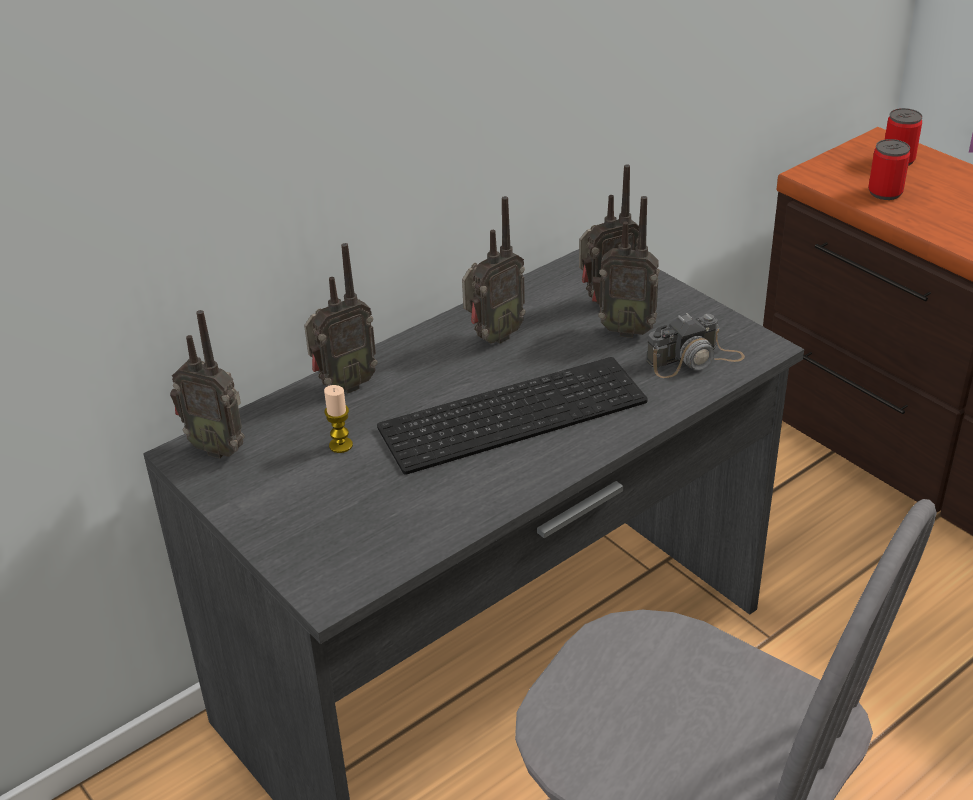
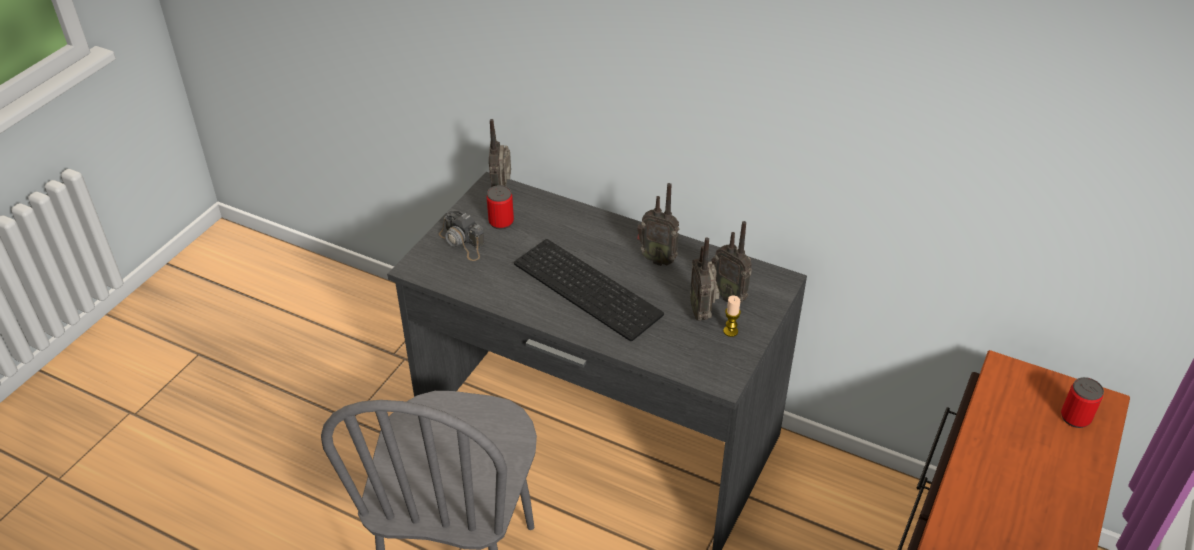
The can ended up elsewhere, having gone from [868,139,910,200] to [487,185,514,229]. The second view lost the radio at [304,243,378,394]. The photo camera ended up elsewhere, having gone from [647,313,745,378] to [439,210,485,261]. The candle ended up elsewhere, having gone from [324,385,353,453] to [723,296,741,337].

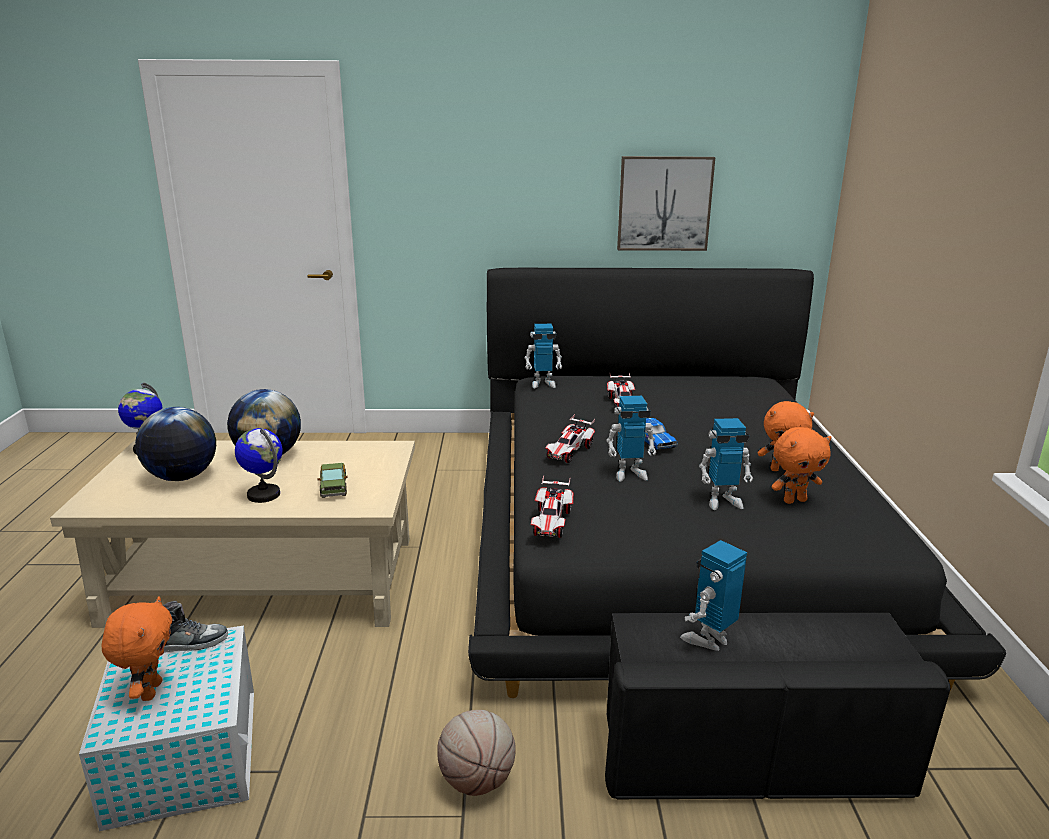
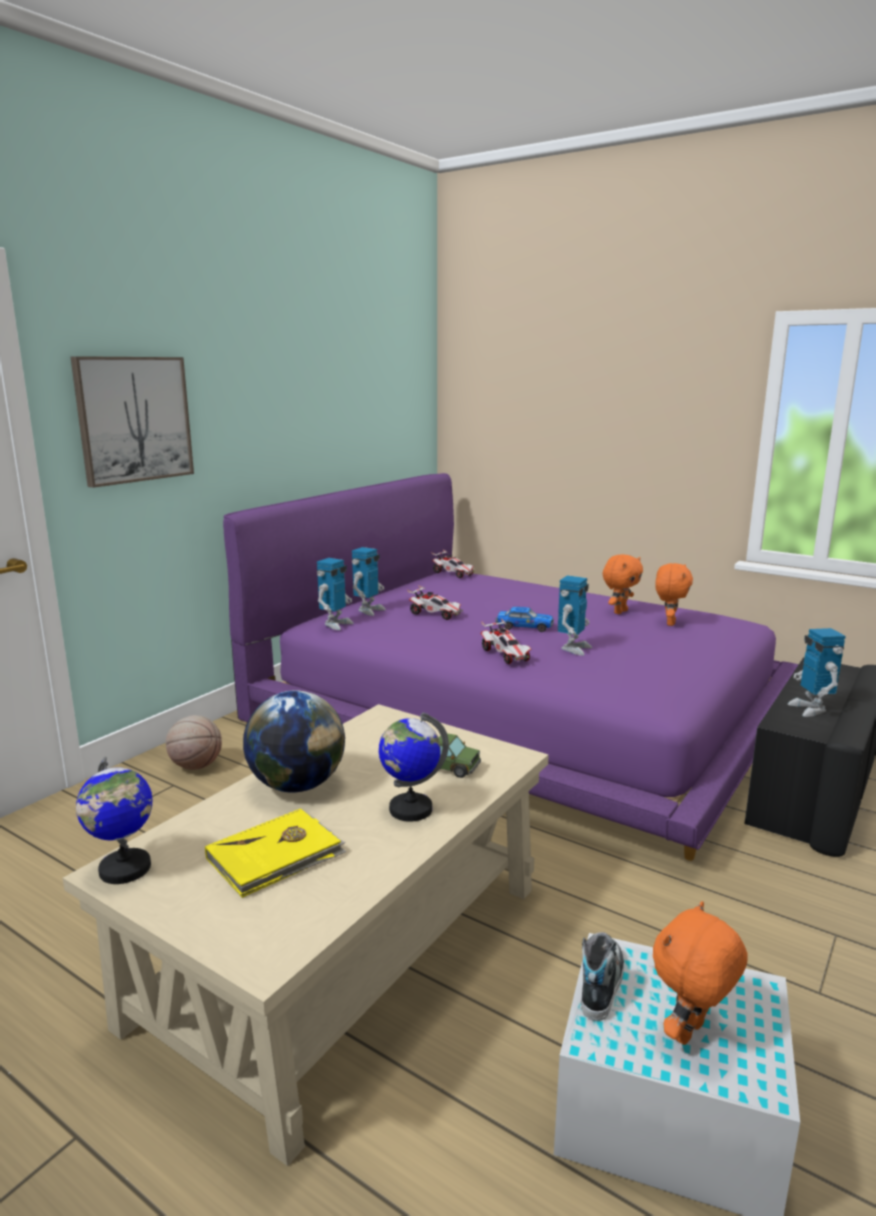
The picture ended up elsewhere, having gone from [617,156,715,251] to [70,356,194,488]. What was the bed/black at [468,268,1006,698] turned into the bed/purple at [223,473,799,861]. Where the globe stood at [135,407,216,481], the book/yellow came to stand at [205,809,346,898]. The toy robot ended up elsewhere, having gone from [699,418,753,510] to [352,547,386,616]. The toy car ended up elsewhere, having gone from [531,475,573,538] to [431,549,474,578]. The plush toy/orange at [102,596,172,701] ended up facing another way, 75 degrees counterclockwise from before. The basketball ended up elsewhere, having gone from [437,710,516,796] to [166,715,222,770].

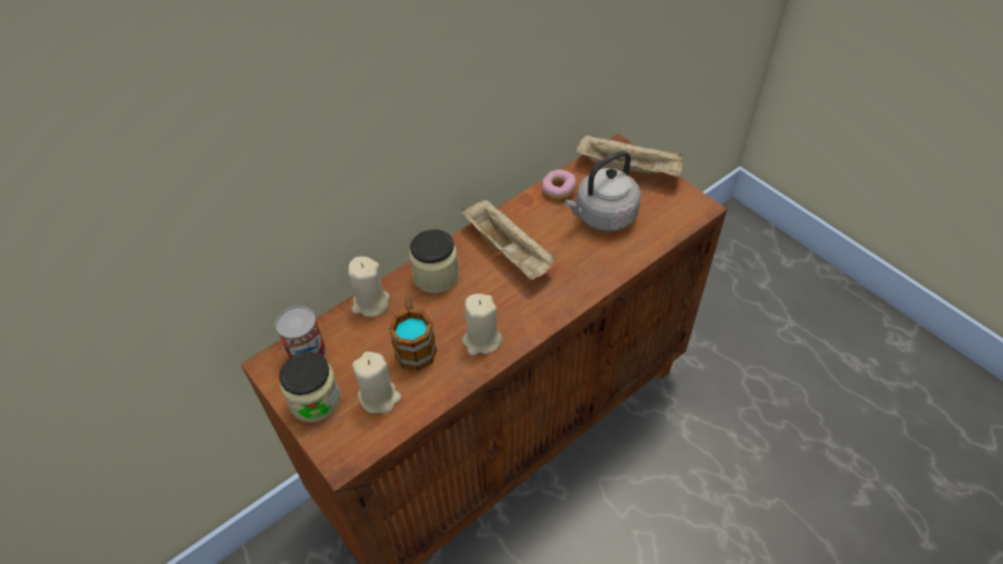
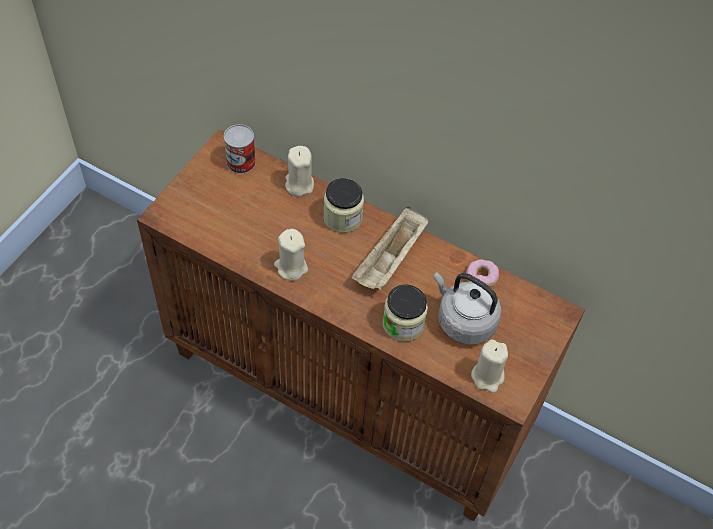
The second view lost the tray/beige at [575,134,682,177]. The second view lost the mug at [389,298,437,371]. The candle/beige ended up elsewhere, having gone from [352,351,402,413] to [471,339,508,393]. The jar ended up elsewhere, having gone from [279,352,341,423] to [383,285,428,342].

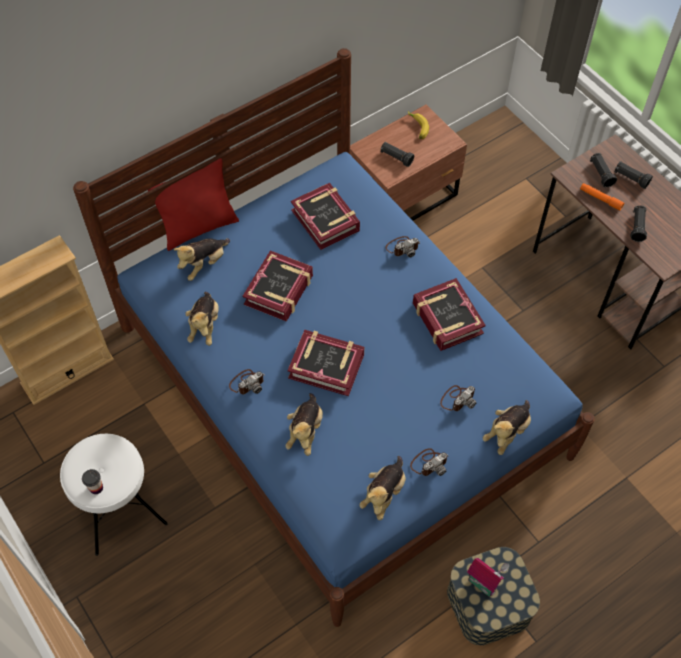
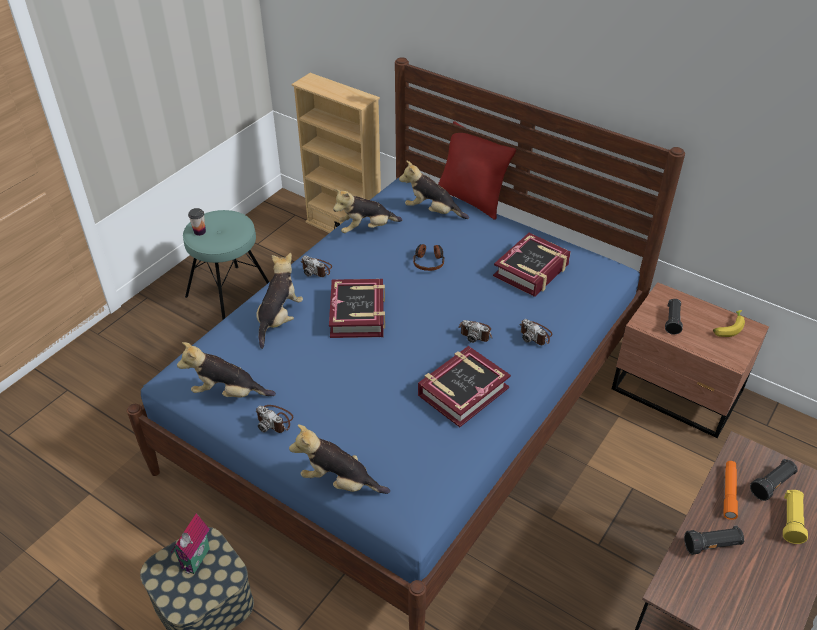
What was the flashlight/black at [615,161,653,189] turned into the flashlight/yellow at [783,490,808,544]. Where the book stood at [243,251,313,322], the headphones came to stand at [413,244,444,271]. The photo camera ended up elsewhere, having gone from [440,385,477,411] to [458,320,492,343]. The plush toy at [285,393,323,456] ended up facing another way, 120 degrees clockwise from before. What was the stool/white at [60,434,168,556] turned into the stool/turquoise at [183,210,269,320].

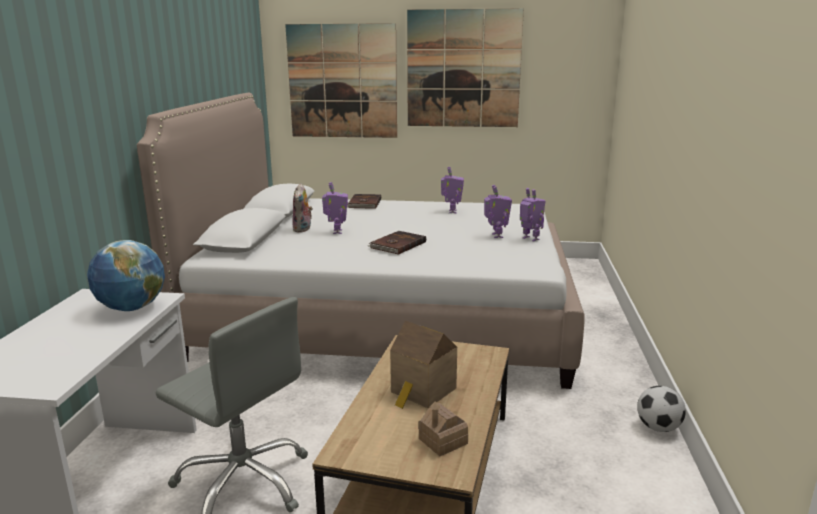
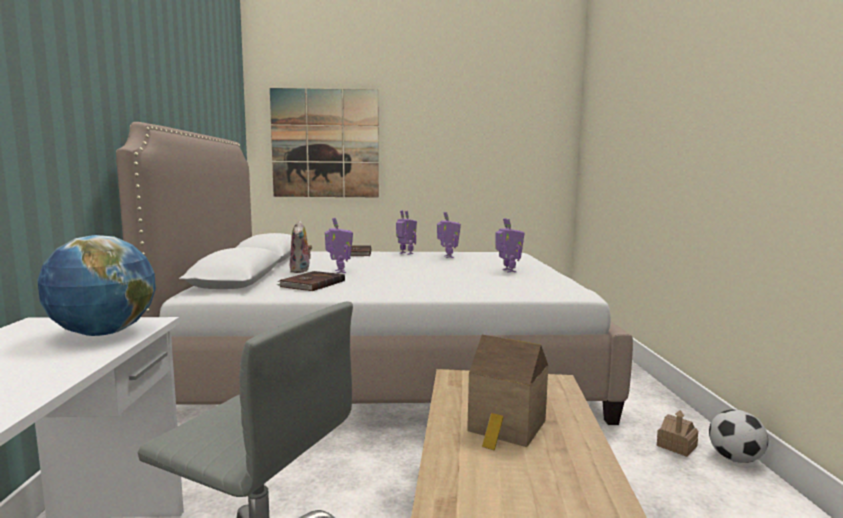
The second view lost the picture at [407,8,524,127]. The toy robot ended up elsewhere, having gone from [520,188,546,241] to [396,210,417,255]. The book/brown ended up elsewhere, having gone from [368,231,426,255] to [276,271,345,291]. The toy house ended up elsewhere, having gone from [418,401,468,456] to [657,410,698,457].

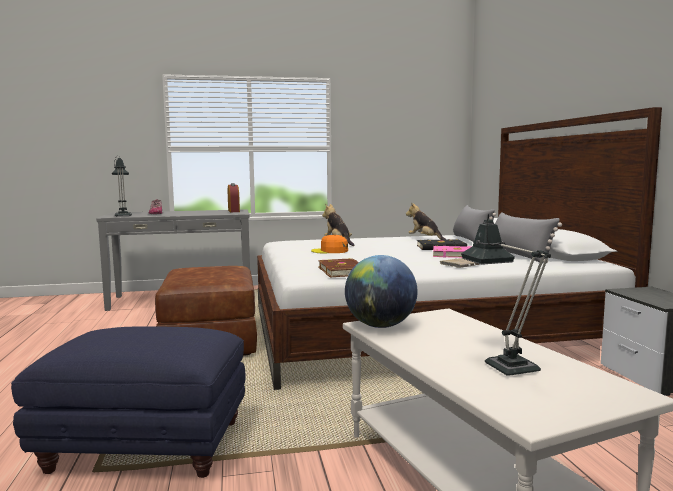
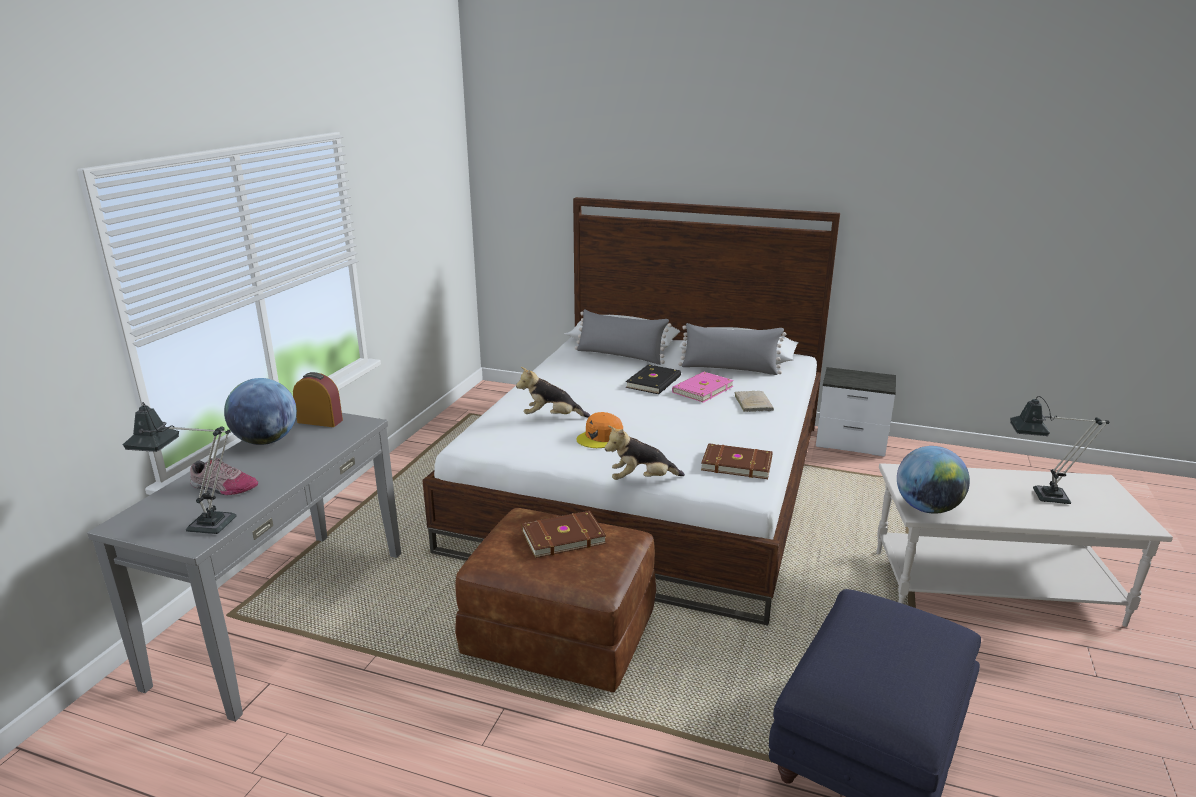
The plush toy ended up elsewhere, having gone from [406,203,446,240] to [605,425,685,480]. The second view gained the globe at [224,378,297,445]. The second view gained the book/brown at [521,511,606,558].

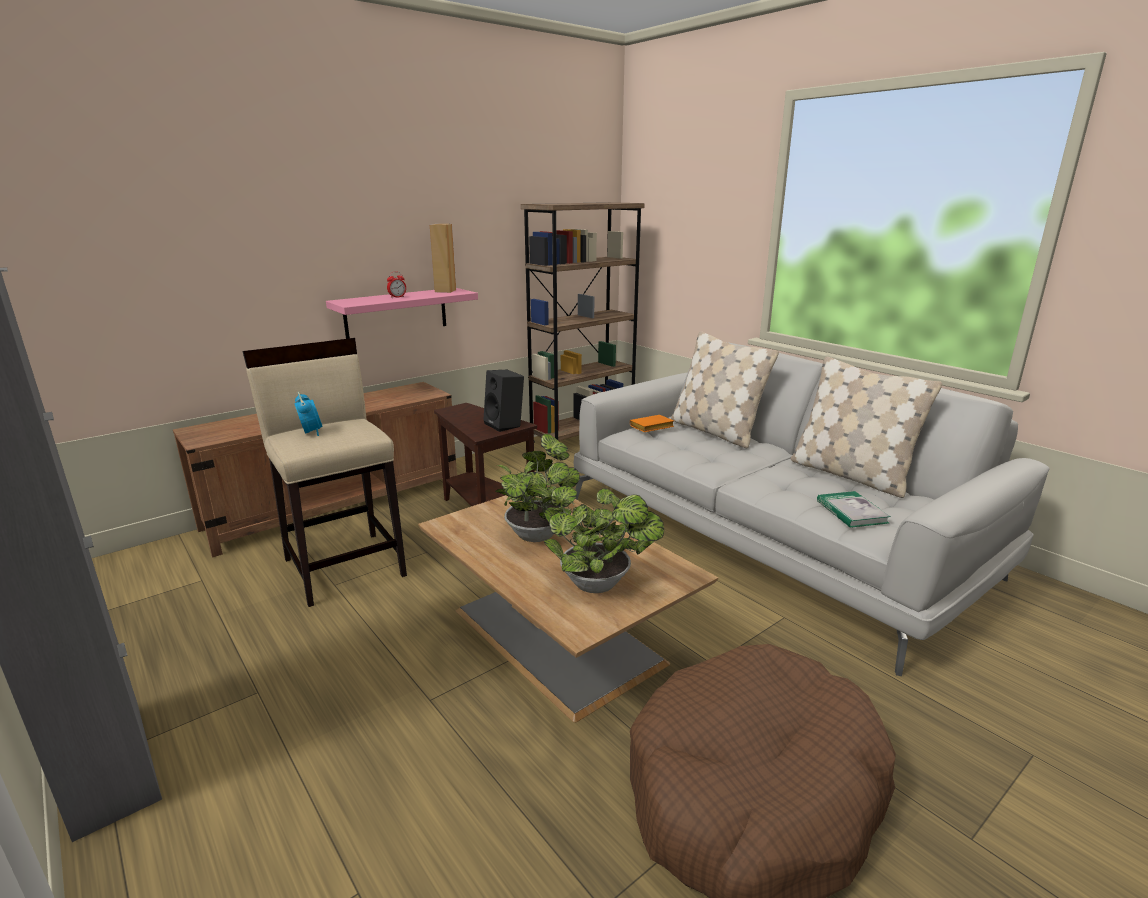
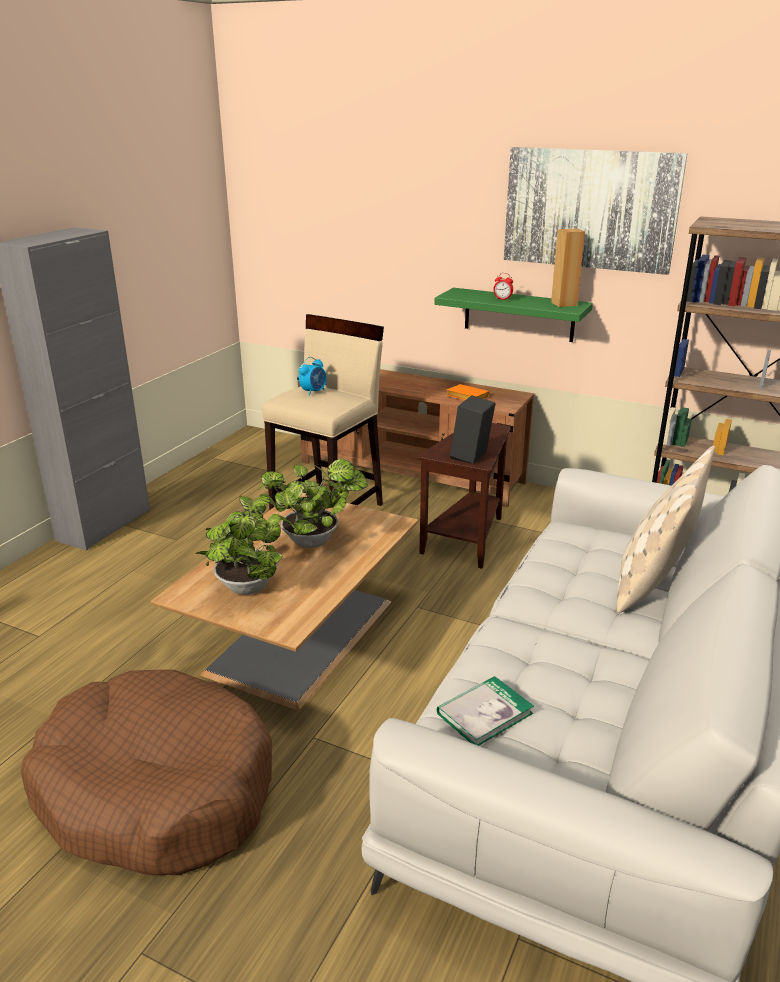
What was the shelf/pink at [326,288,478,339] turned into the shelf/green at [434,288,593,342]. The second view lost the pillow/beige at [791,357,942,498]. The book/orange ended up elsewhere, having gone from [629,415,674,432] to [447,384,489,400]. The second view gained the picture at [504,147,688,275].

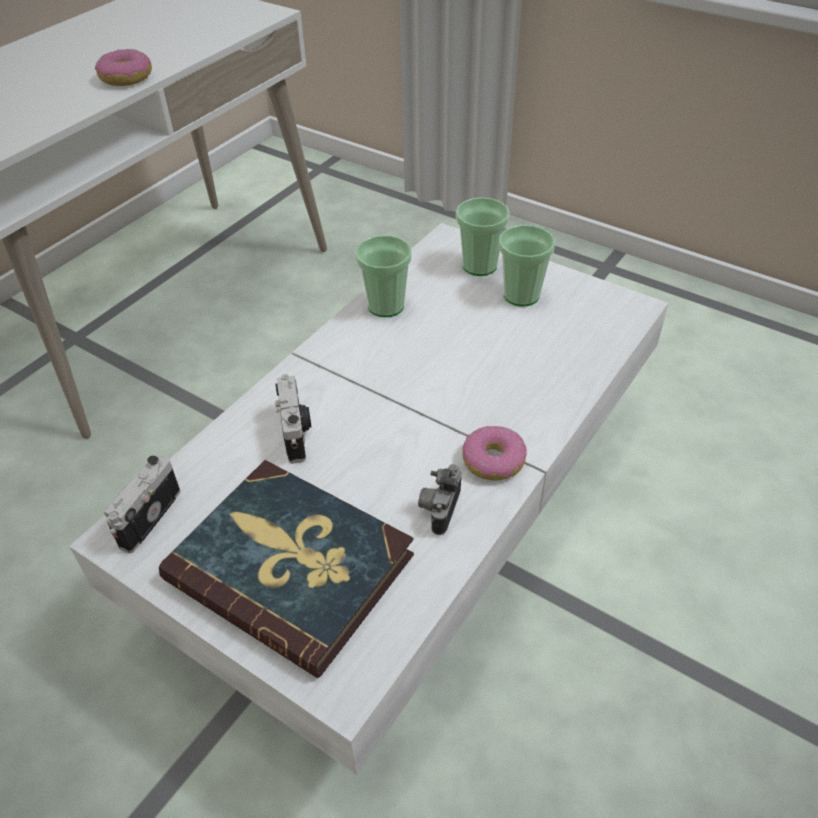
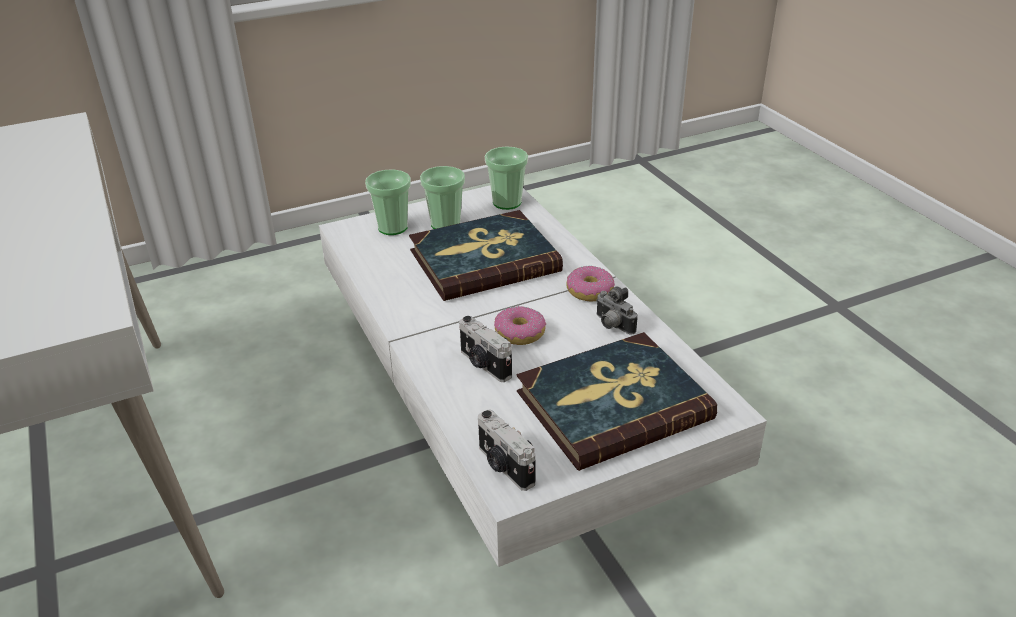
The donut ended up elsewhere, having gone from [95,49,152,86] to [494,306,546,345]. The cup ended up elsewhere, having gone from [355,235,412,317] to [485,147,528,210]. The photo camera at [275,374,312,464] ended up facing another way, 150 degrees counterclockwise from before. The second view gained the book at [409,210,563,301].

